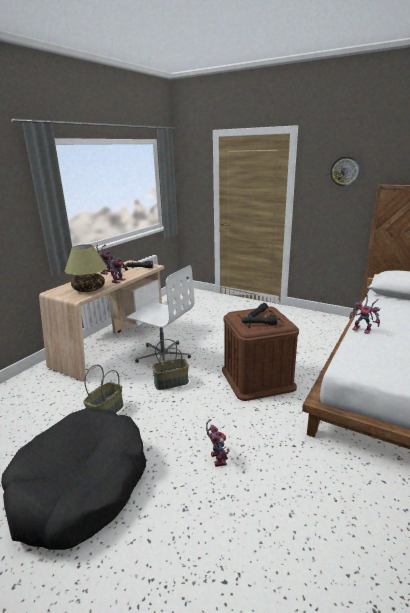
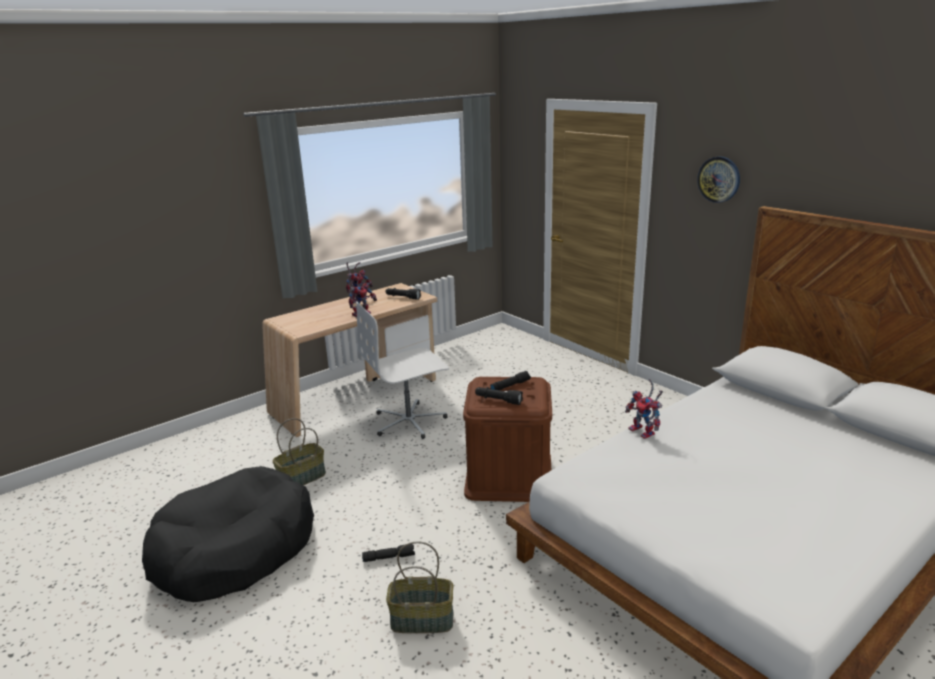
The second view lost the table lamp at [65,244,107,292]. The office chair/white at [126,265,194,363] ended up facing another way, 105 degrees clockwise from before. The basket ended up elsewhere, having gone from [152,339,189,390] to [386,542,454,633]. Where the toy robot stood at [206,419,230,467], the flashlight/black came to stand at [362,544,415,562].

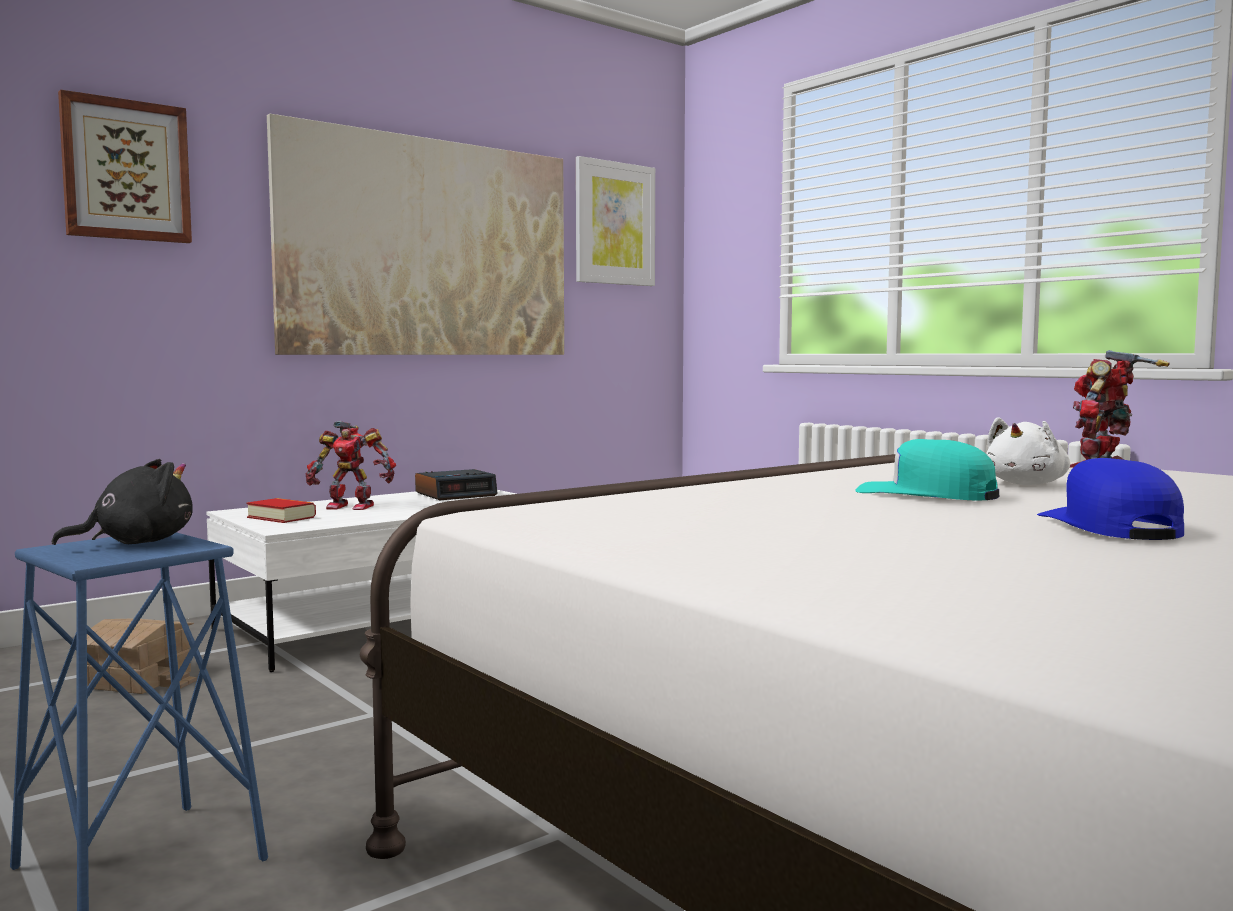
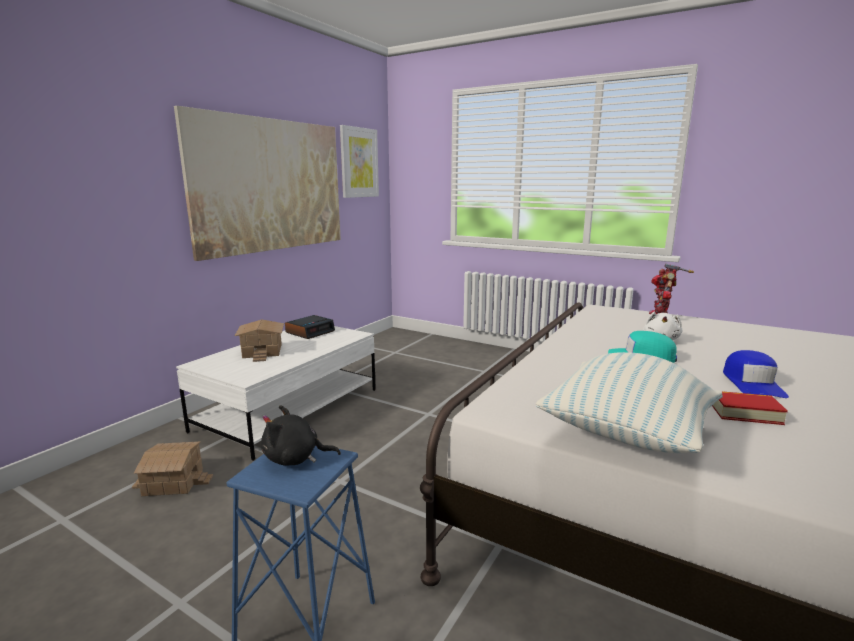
The second view lost the picture at [58,89,192,243]. Where the toy robot stood at [306,421,396,510], the toy house came to stand at [235,320,284,362]. The cap/blue at [1037,458,1184,540] ended up facing another way, 150 degrees counterclockwise from before. The plush toy/black at [52,459,193,545] ended up facing another way, 120 degrees counterclockwise from before. The book ended up elsewhere, having gone from [247,498,316,523] to [712,391,788,425]. The second view gained the pillow at [536,352,723,453].

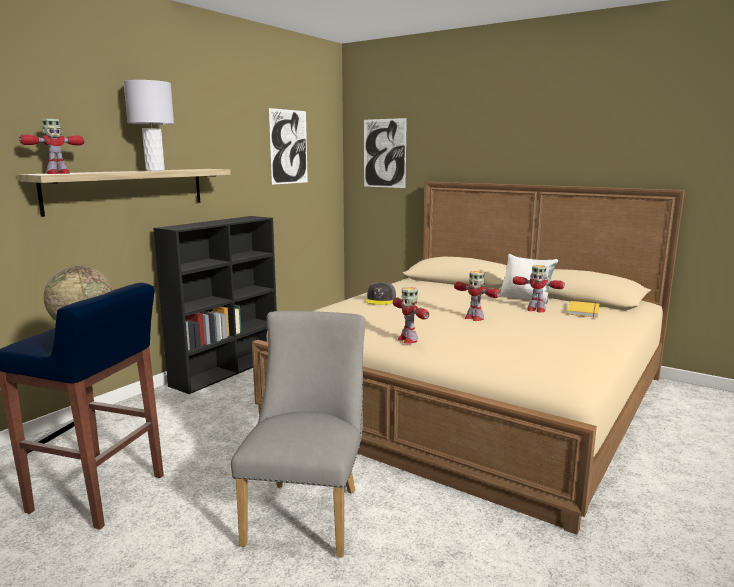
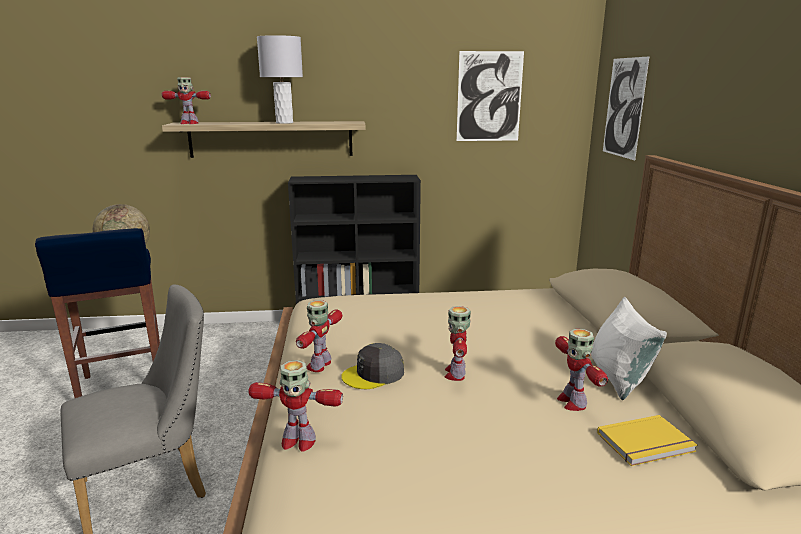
The cap/grey ended up elsewhere, having gone from [365,282,396,305] to [341,343,404,389]. The second view gained the toy robot at [249,360,343,452].

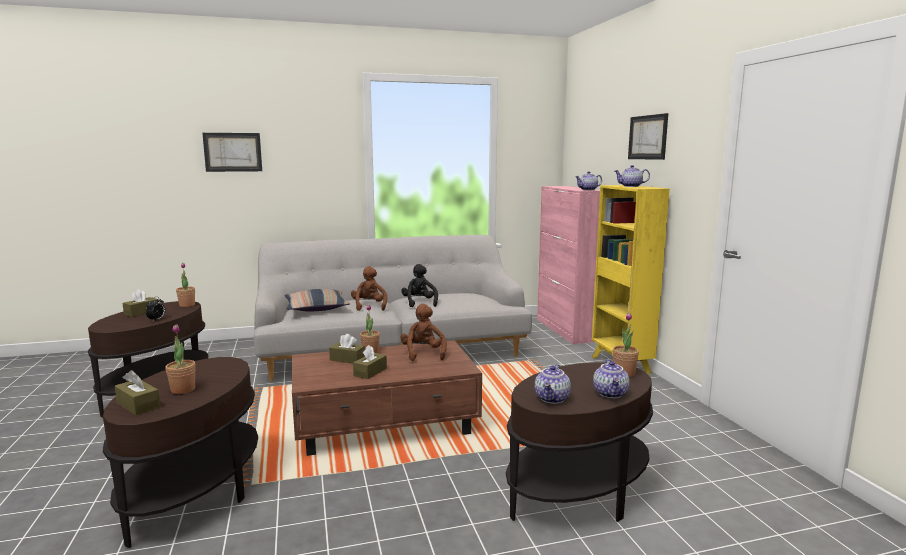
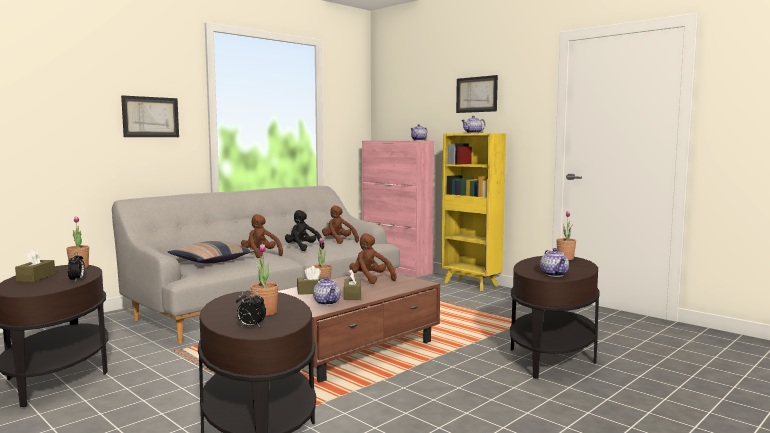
The picture ended up elsewhere, having gone from [202,133,262,172] to [121,95,179,137]. The teapot ended up elsewhere, having gone from [593,359,630,398] to [313,277,340,305]. Where the tissue box/brown stood at [115,370,160,415], the alarm clock came to stand at [236,290,266,327]. The second view gained the plush toy/brown at [322,205,359,244].

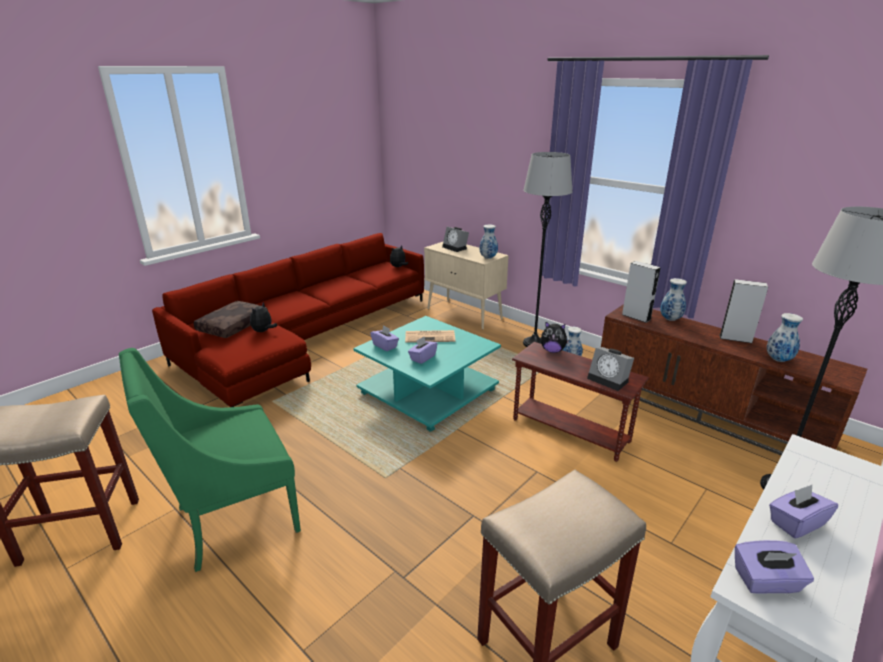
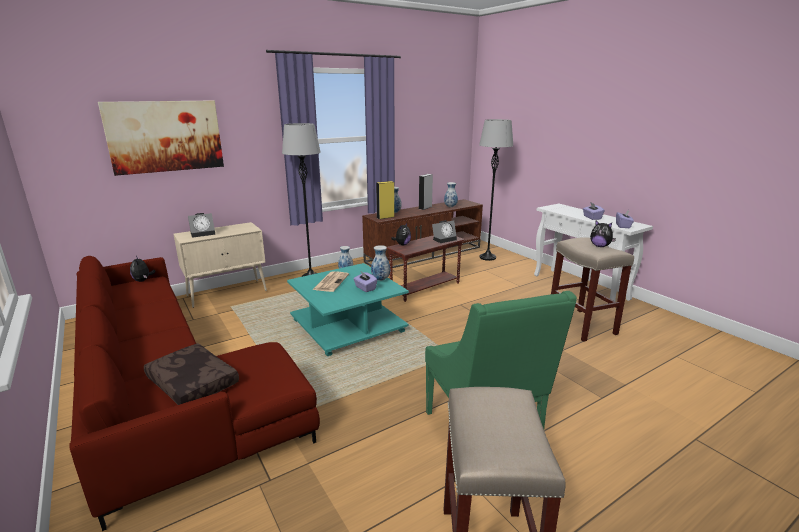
The vase ended up elsewhere, having gone from [479,225,498,259] to [371,245,390,281]. What was the speaker/grey at [622,261,661,323] turned into the speaker/yellow at [376,181,394,219]. The plush toy ended up elsewhere, having gone from [250,302,277,332] to [590,221,616,247]. The second view lost the tissue box/purple at [370,325,399,351]. The second view gained the picture at [98,100,224,176].

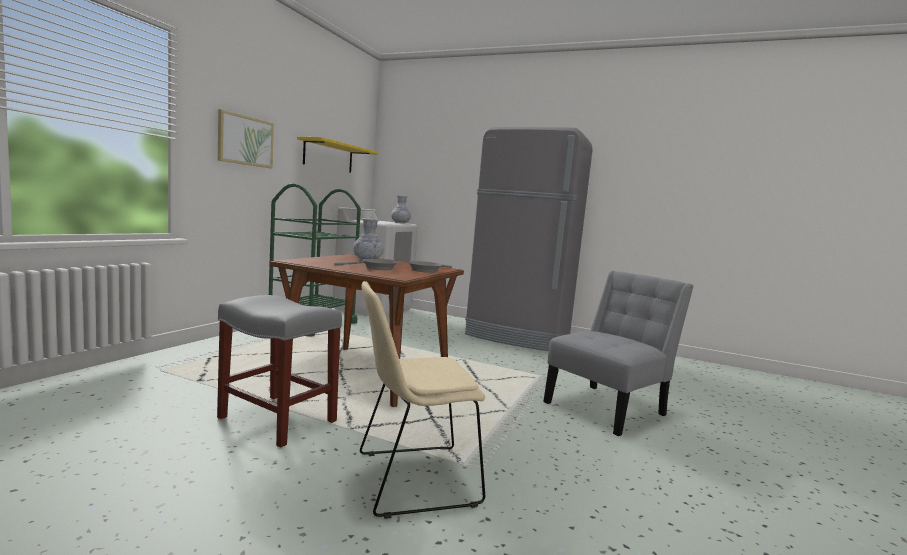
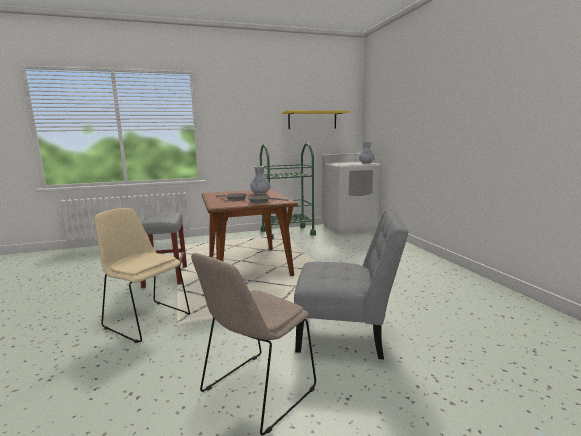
The second view lost the picture at [218,109,274,169]. The second view lost the fridge/grey at [465,127,593,351]. The second view gained the chair/beige at [191,253,316,436].

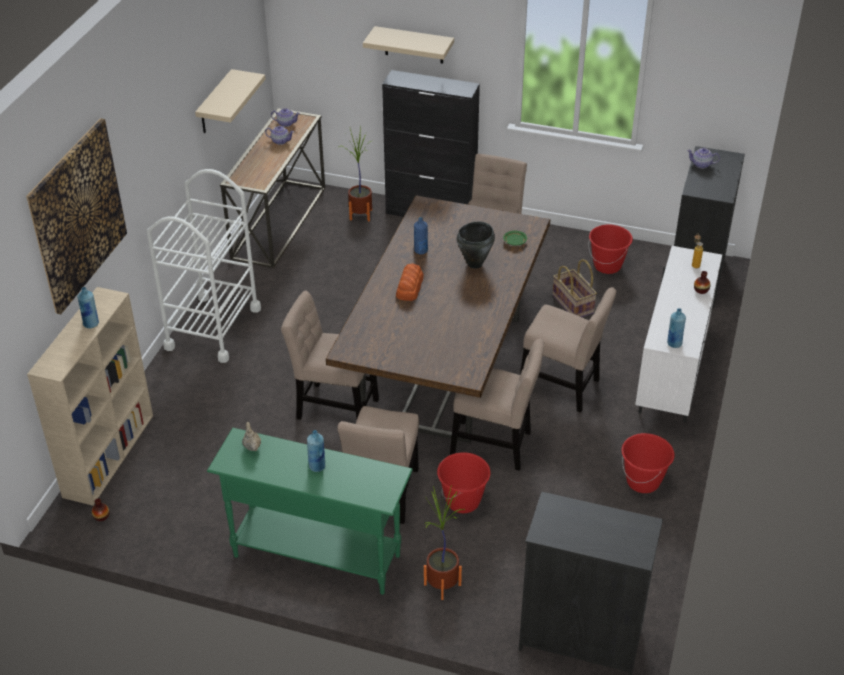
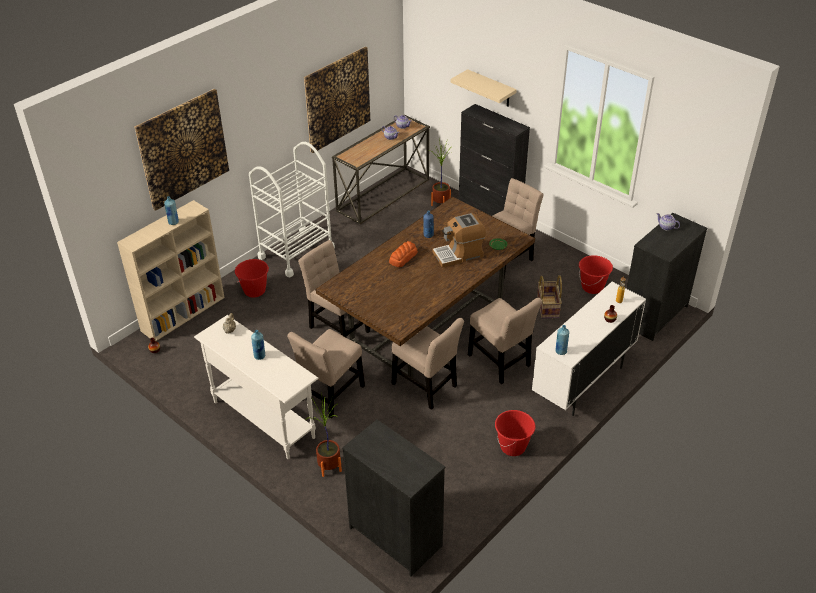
Where the shelf/beige hung at [195,69,265,133], the picture came to hang at [304,47,370,153]. Where the cooking pot/black stood at [457,222,495,269], the coffee machine came to stand at [432,213,486,268]. What was the console table/green at [207,428,413,595] turned into the console table/white at [194,315,318,459]. The bucket/red ended up elsewhere, having gone from [437,452,491,513] to [235,259,269,298].

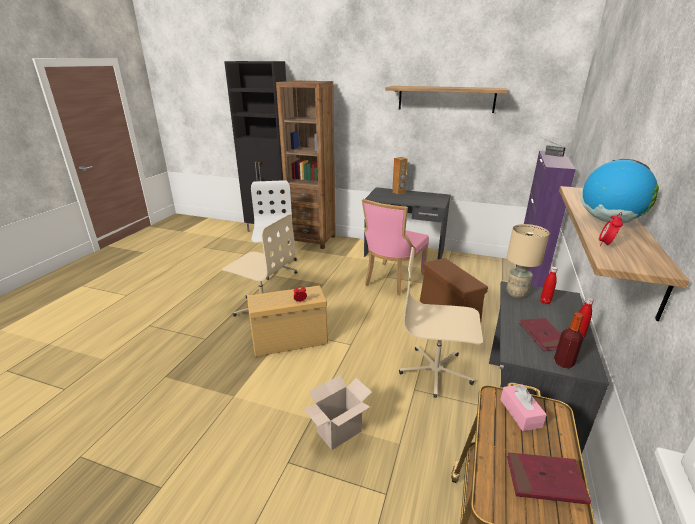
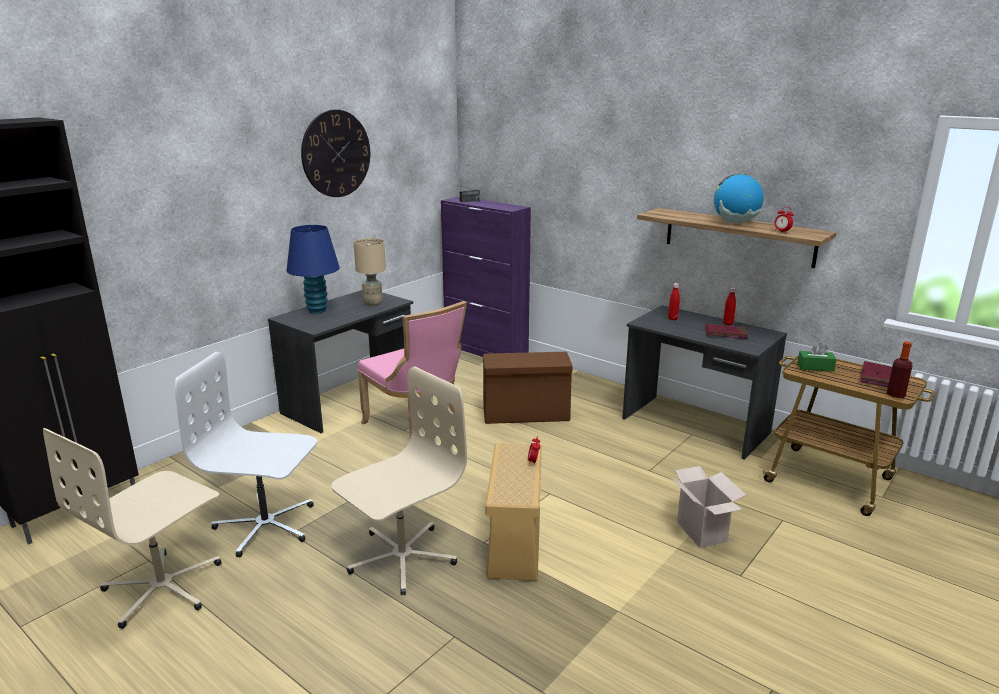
The second view lost the bookcase/brown at [276,80,336,249]. Where the shelf hung at [385,86,508,113], the wall clock came to hang at [301,110,370,197]. Where the speaker/brown stood at [392,157,408,194], the table lamp/blue came to stand at [287,225,340,313]. The table lamp/beige ended up elsewhere, having gone from [506,224,550,298] to [354,238,386,306]. The office chair/beige ended up elsewhere, having gone from [399,247,483,398] to [43,428,222,629]. The bottle ended up elsewhere, having gone from [554,312,583,369] to [887,342,913,398]. What was the tissue box/pink at [500,384,547,431] turned into the tissue box/green at [798,343,837,372].

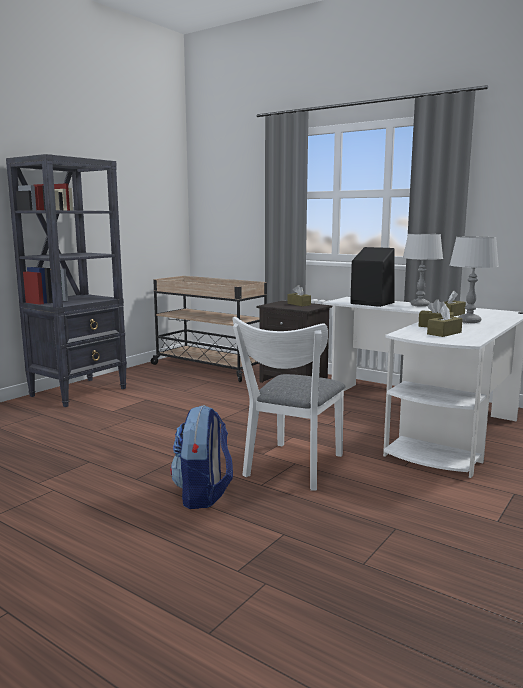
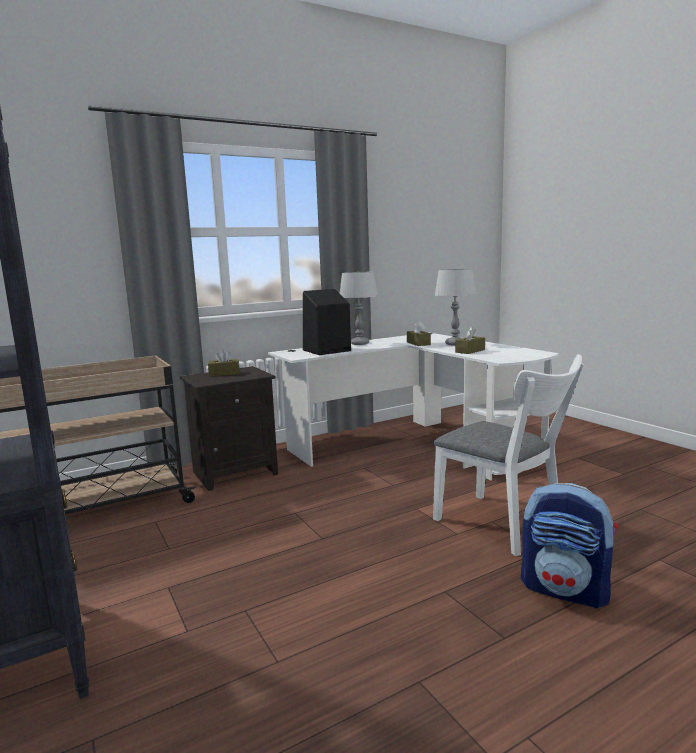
The second view lost the tissue box/brown at [427,304,463,337].

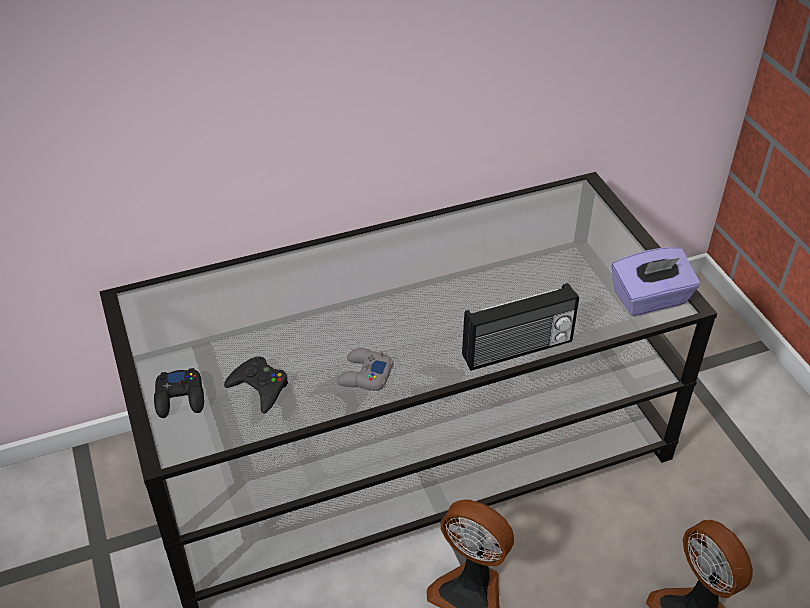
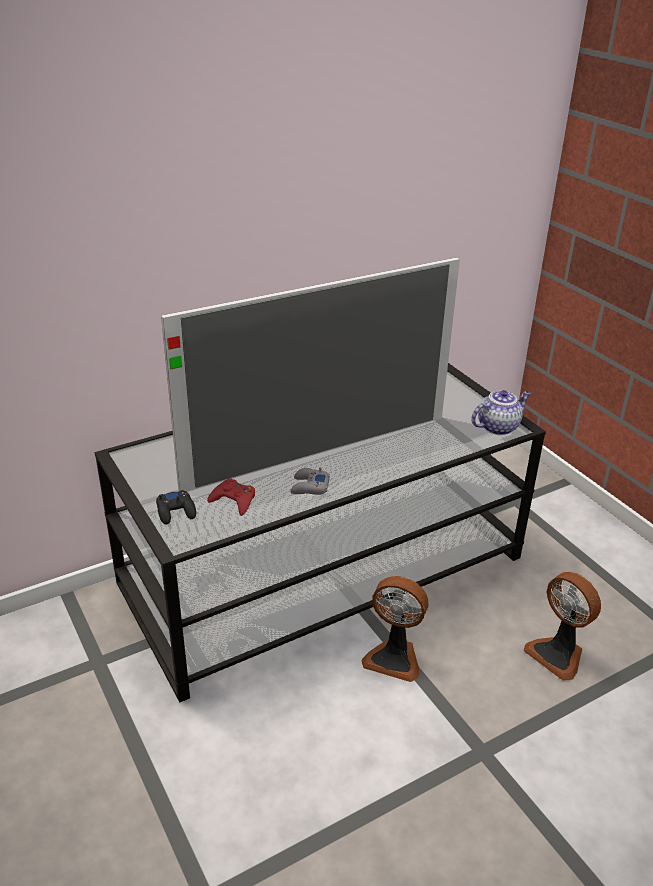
Where the tissue box/purple stood at [612,247,700,316], the teapot came to stand at [471,390,531,435]. The second view lost the radio at [462,283,579,371]. What was the game controller/black at [224,356,288,414] turned into the game controller/red at [207,478,255,516]. The second view gained the television at [161,257,460,492].

